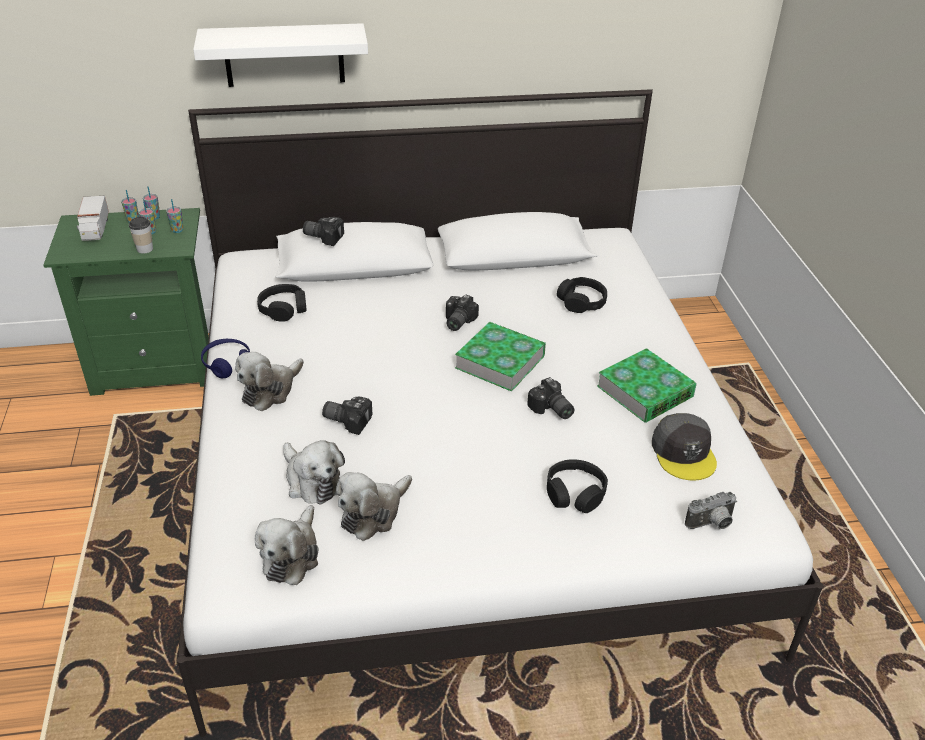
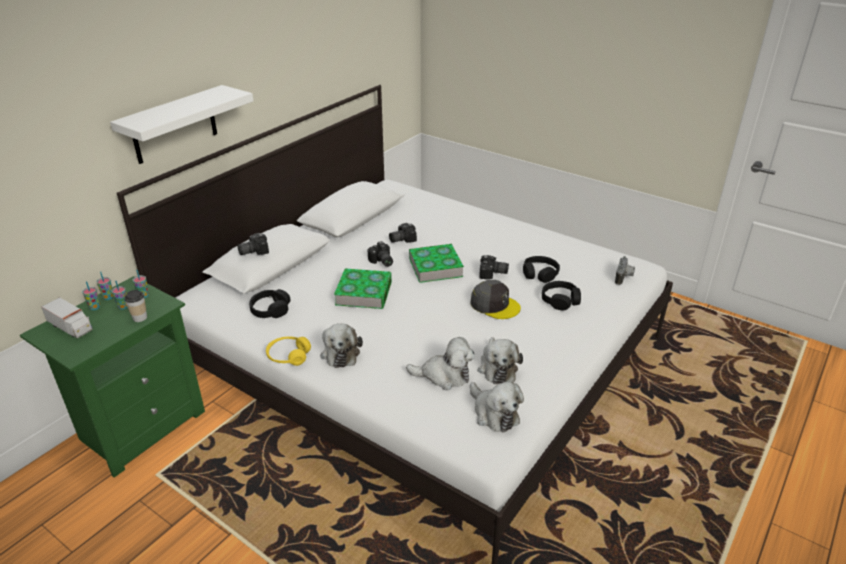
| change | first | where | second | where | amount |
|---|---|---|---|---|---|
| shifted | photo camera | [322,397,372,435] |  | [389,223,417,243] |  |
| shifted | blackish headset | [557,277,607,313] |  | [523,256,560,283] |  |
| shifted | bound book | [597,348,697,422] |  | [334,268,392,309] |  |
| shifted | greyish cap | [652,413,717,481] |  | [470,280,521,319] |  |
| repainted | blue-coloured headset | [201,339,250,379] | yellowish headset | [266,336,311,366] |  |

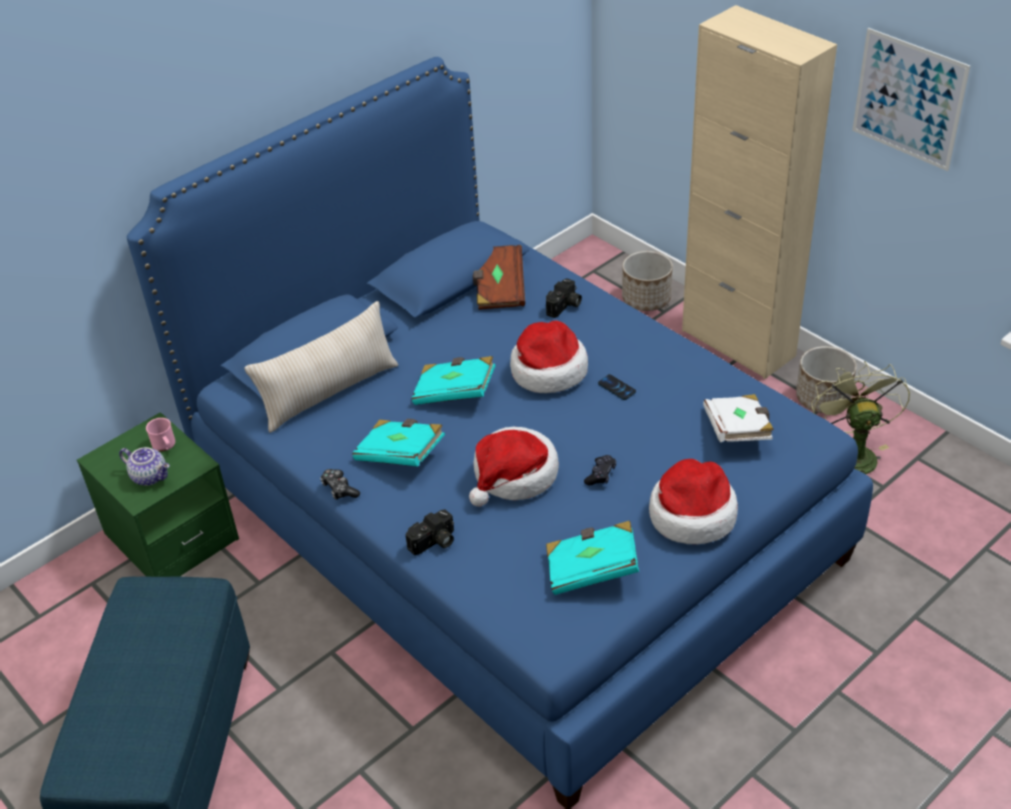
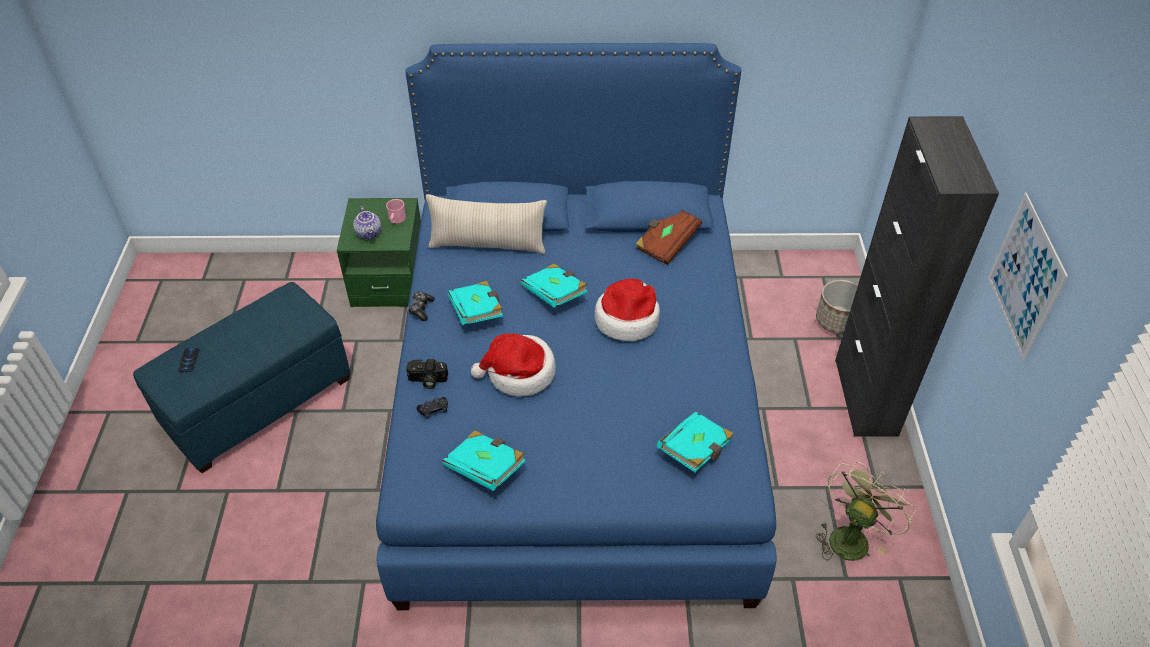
| change | first | where | second | where | amount |
|---|---|---|---|---|---|
| gone | photo camera | [546,278,582,318] |  |  |  |
| gone | wearable hat | [649,459,738,544] |  |  |  |
| gone | flower pot | [796,346,857,413] |  |  |  |
| shifted | blackish gamepad | [584,455,616,485] |  | [417,397,448,418] |  |
| shifted | phone | [598,374,636,400] |  | [178,348,200,372] |  |
| repainted | sand-coloured storage cabinet | [682,5,837,379] | blackish storage cabinet | [835,116,999,437] |  |
| repainted | whitish bound book | [703,394,774,442] | turquoise-coloured bound book | [657,411,734,473] |  |

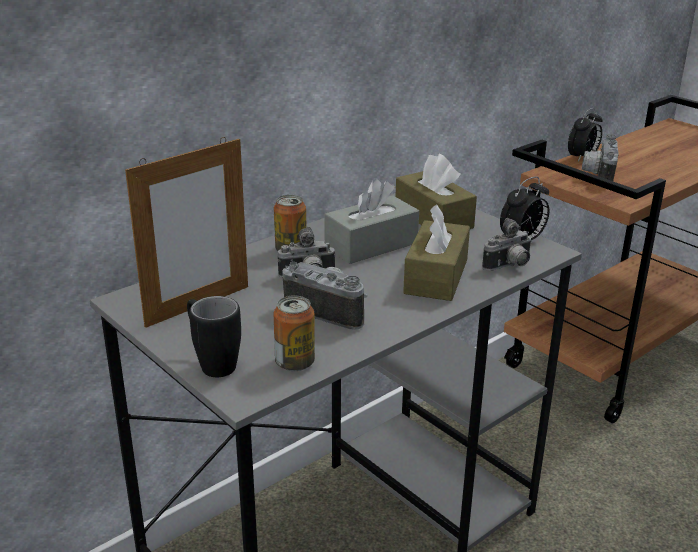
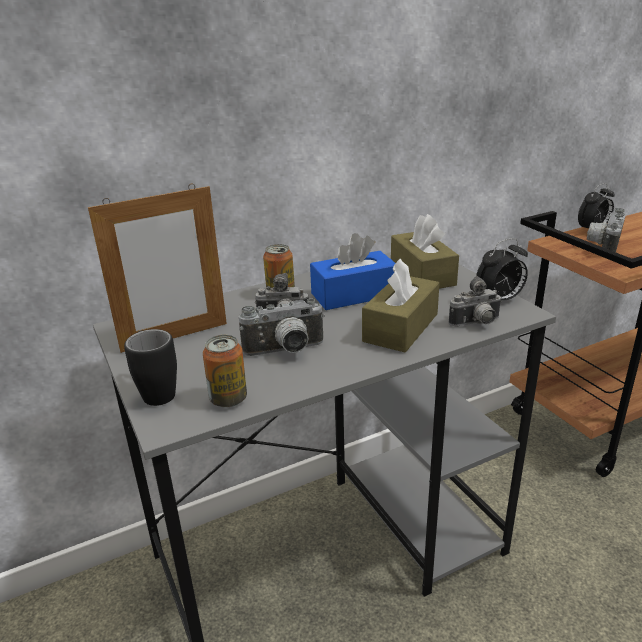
| change | first | where | second | where | amount |
|---|---|---|---|---|---|
| repainted | greyish tissue holder | [324,179,419,264] | blue-coloured tissue holder | [310,233,396,310] |  |
| rotated | photo camera | [282,262,367,330] |  | [239,299,325,356] | 120 degrees clockwise |

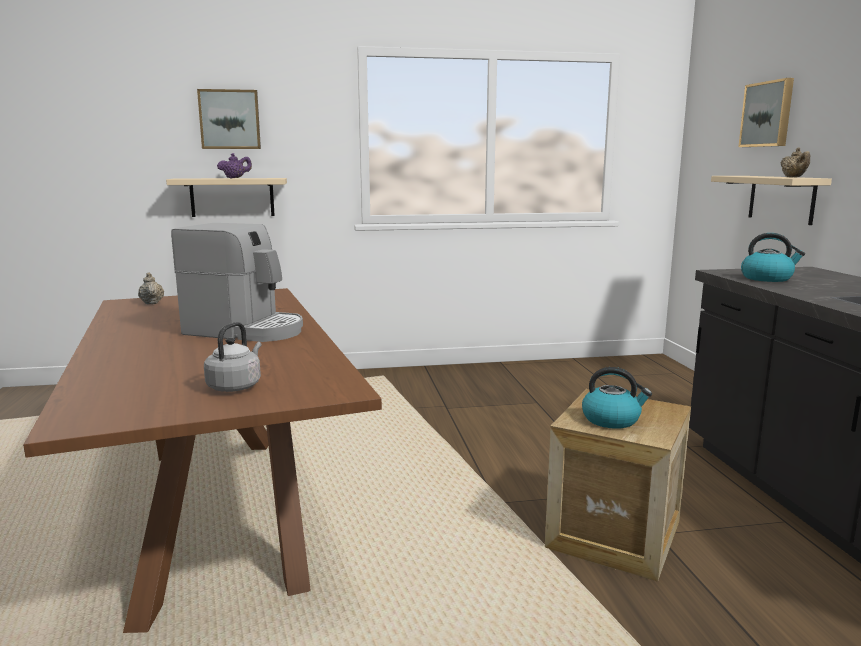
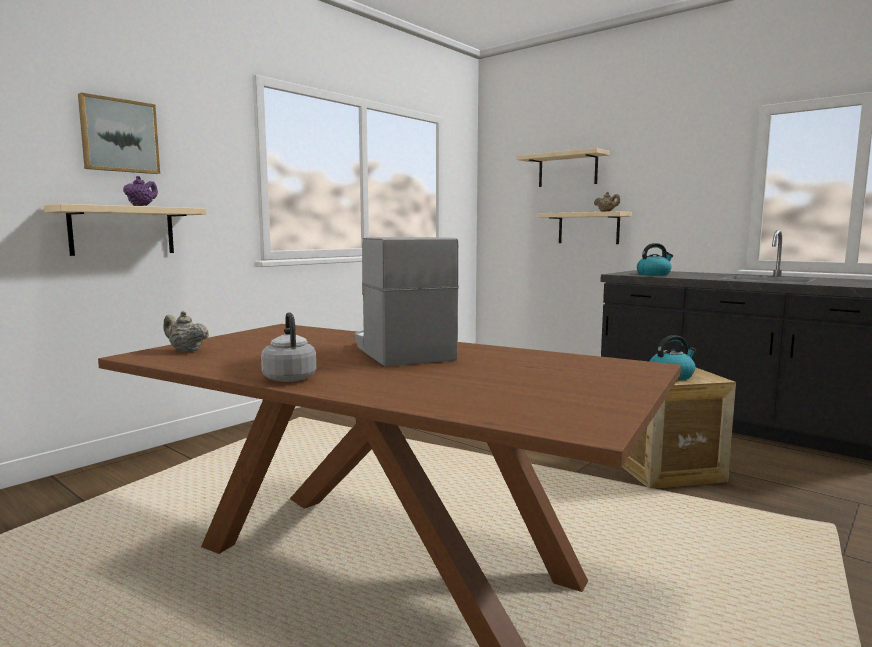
| change | first | where | second | where | amount |
|---|---|---|---|---|---|
| shifted | greyish tea kettle | [204,322,262,392] |  | [261,312,316,382] |  |
| swapped | wall picture | [738,78,794,147] | sand-coloured bracket shelf | [517,148,609,187] |  |
| rotated | coffee maker | [171,223,303,342] |  | [354,237,459,367] | 90 degrees counterclockwise |

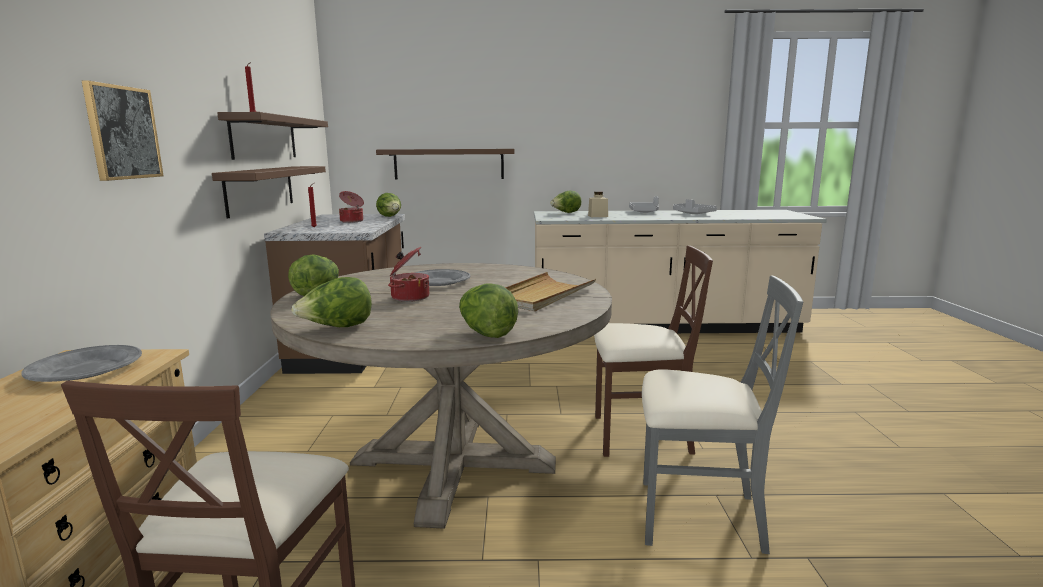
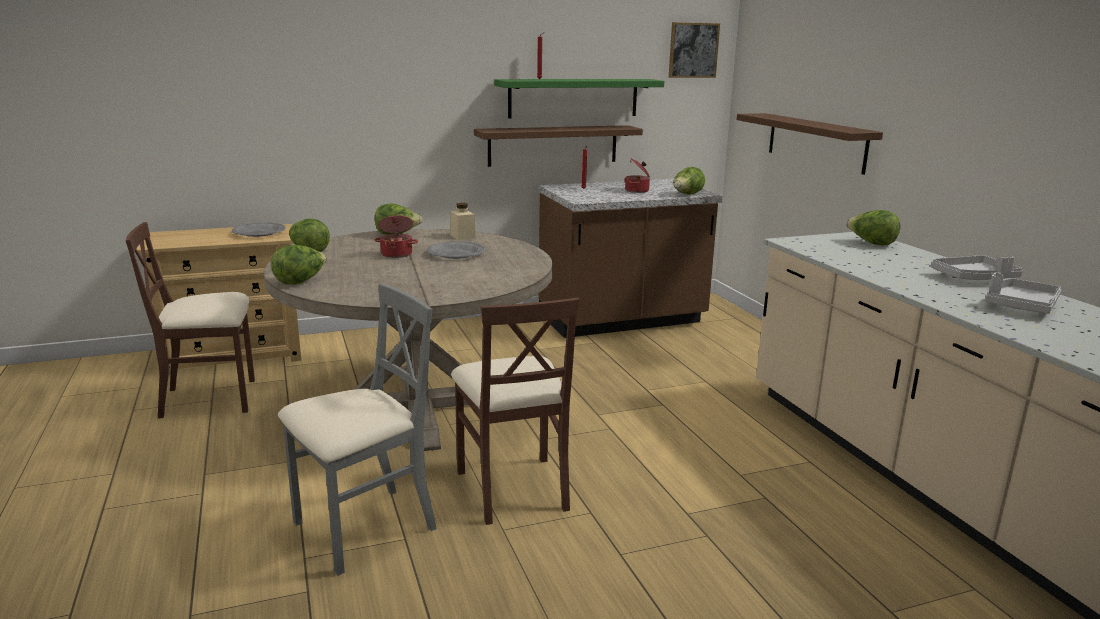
| change | first | where | second | where | amount |
|---|---|---|---|---|---|
| gone | sand-coloured serving tray | [505,272,596,311] |  |  |  |
| shifted | wall picture | [82,81,164,181] |  | [669,22,720,78] |  |
| shifted | sand-coloured preserve jar | [588,191,608,217] |  | [450,203,476,240] |  |
| repainted | brown bracket shelf | [217,112,328,160] | greenish bracket shelf | [494,79,664,118] |  |
| rotated | greyish upright chair | [642,275,803,554] |  | [278,283,437,576] | 120 degrees counterclockwise |

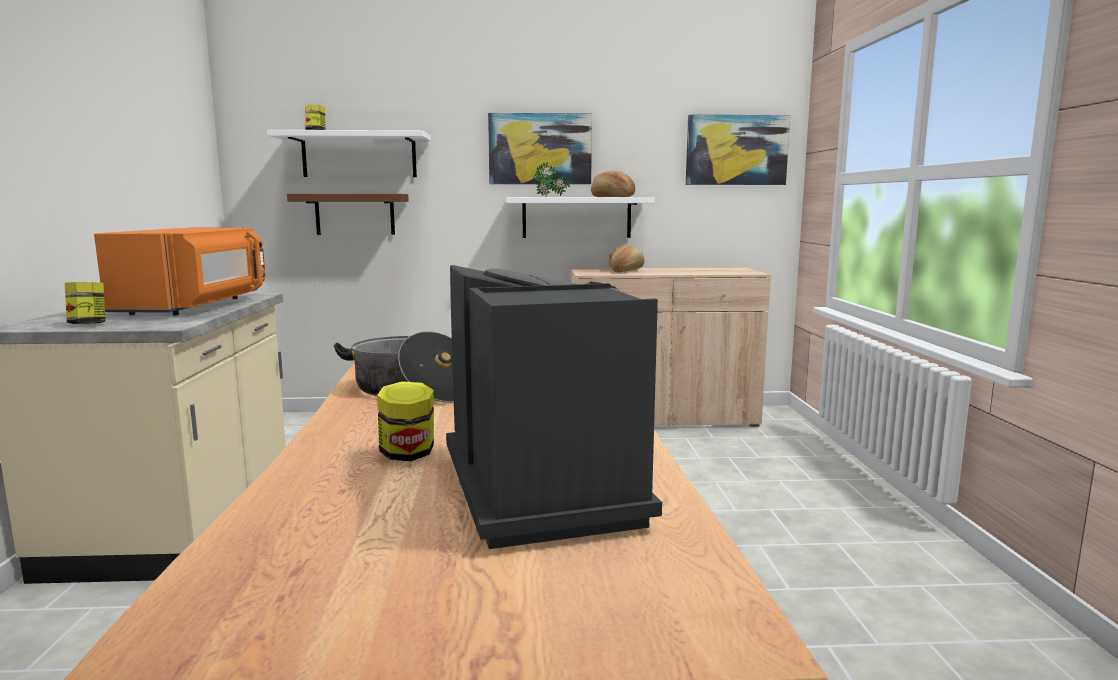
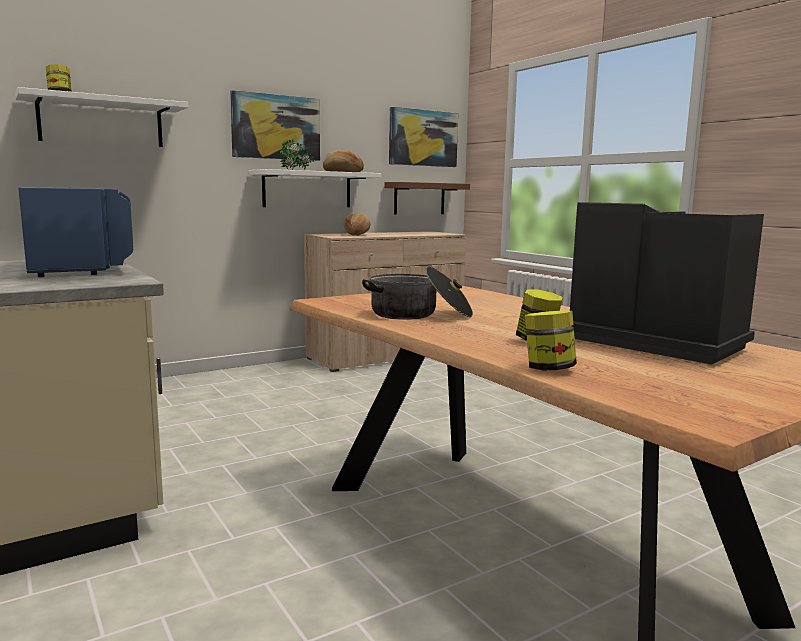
| change | first | where | second | where | amount |
|---|---|---|---|---|---|
| shifted | preserve jar | [65,282,105,324] |  | [525,311,577,370] |  |
| shifted | brown bracket shelf | [287,194,409,235] |  | [384,182,470,215] |  |
| repainted | orange-coloured microwave | [94,227,265,315] | blue-coloured microwave | [18,187,133,277] |  |

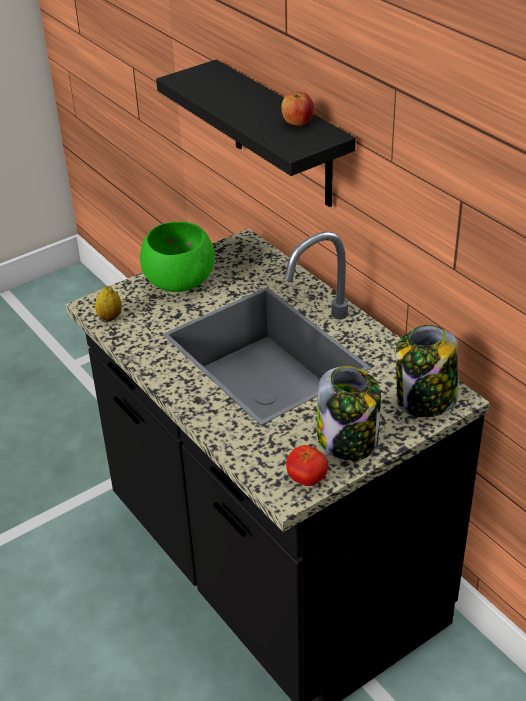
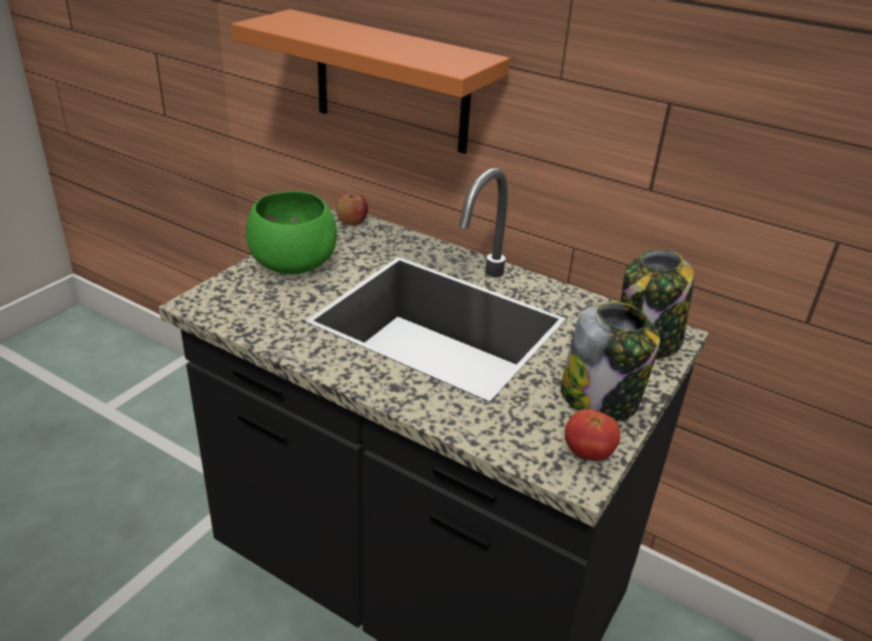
| change | first | where | second | where | amount |
|---|---|---|---|---|---|
| gone | lemon | [95,286,122,322] |  |  |  |
| shifted | apple fruit | [281,92,314,126] |  | [336,193,368,225] |  |
| repainted | blackish bracket shelf | [156,60,356,207] | orange-coloured bracket shelf | [231,9,510,154] |  |

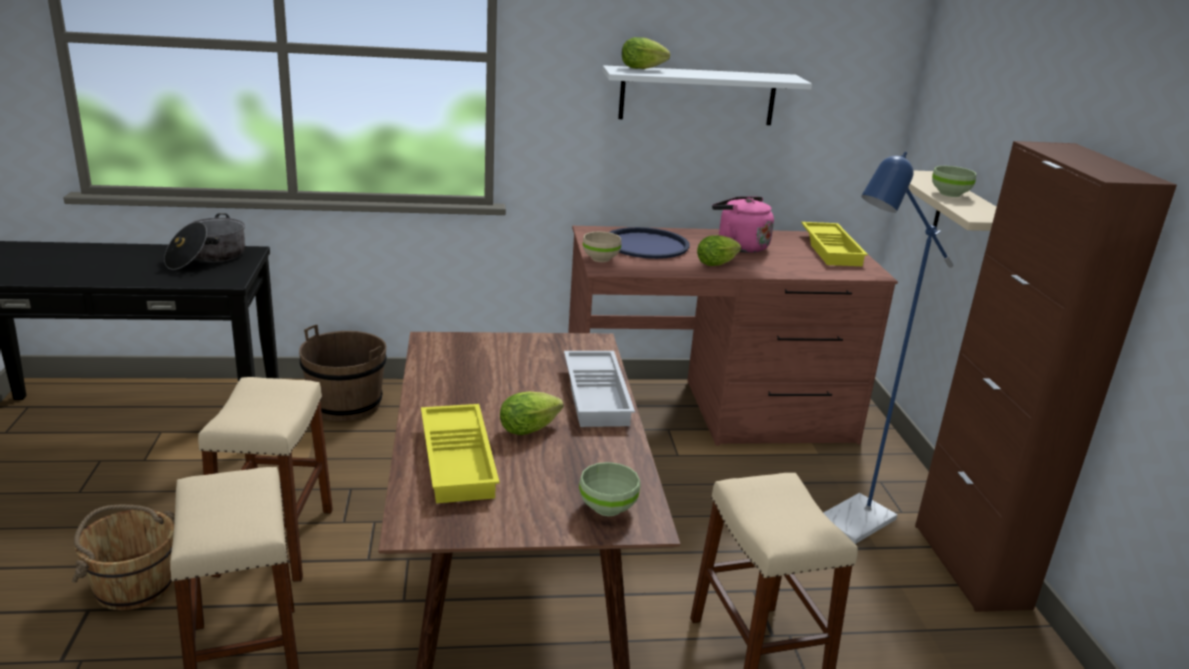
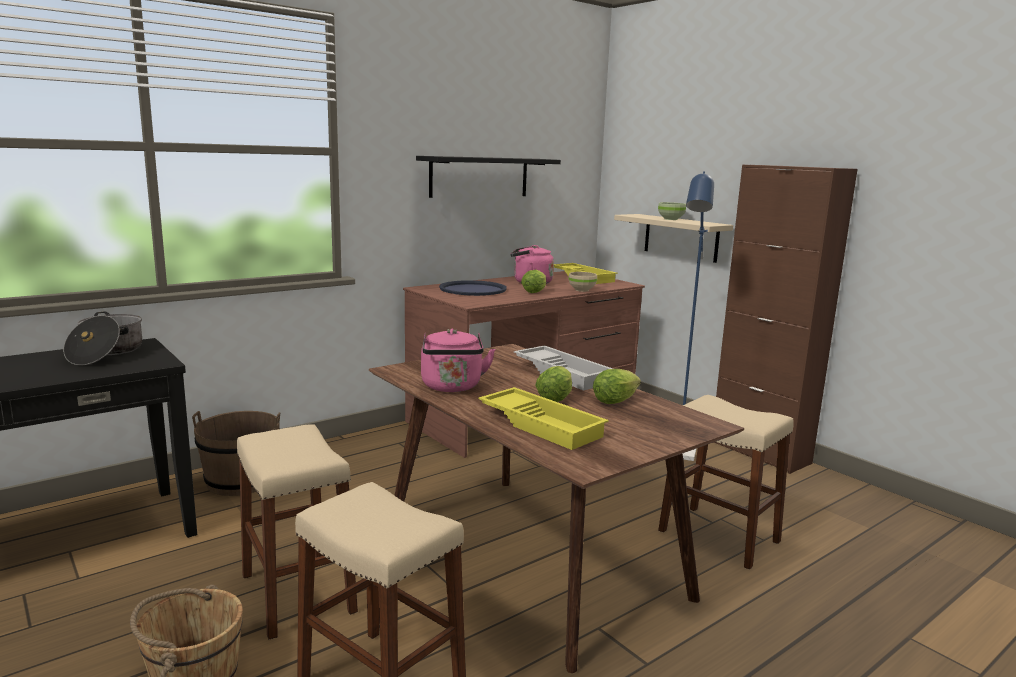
| change | first | where | second | where | amount |
|---|---|---|---|---|---|
| gone | greenish serving bowl | [579,462,641,516] |  |  |  |
| new |  |  | pink-coloured tea kettle | [421,329,495,392] |  |
| shifted | sand-coloured serving bowl | [583,231,621,262] |  | [569,272,597,292] |  |
| shifted | lettuce head | [622,37,670,69] |  | [593,369,641,404] |  |
| repainted | whitish bracket shelf | [602,65,812,125] | blackish bracket shelf | [416,156,561,198] |  |

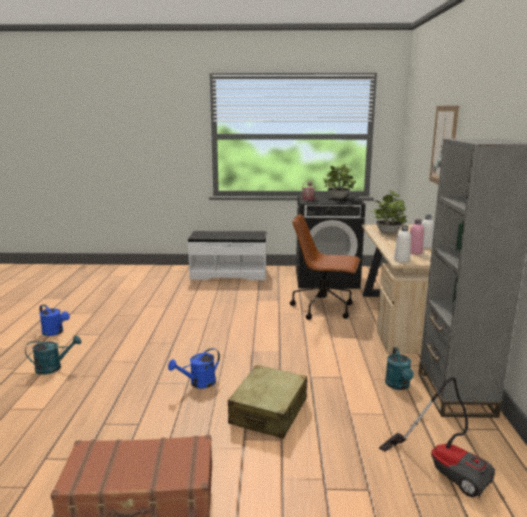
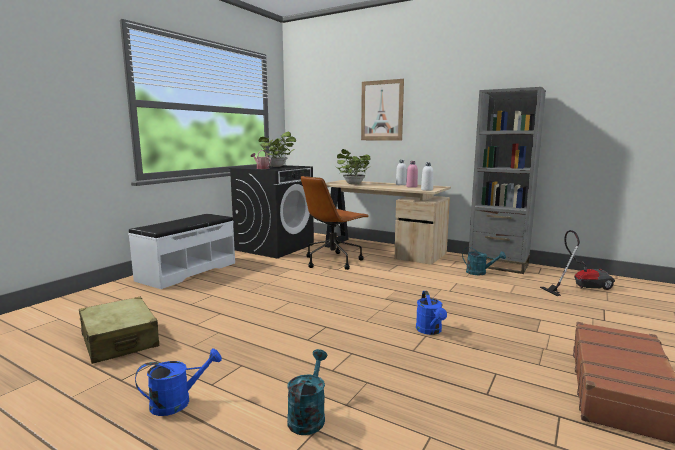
| change | first | where | second | where | amount |
|---|---|---|---|---|---|
| shifted | sand-coloured piece of luggage | [228,365,307,439] |  | [79,297,159,364] |  |

